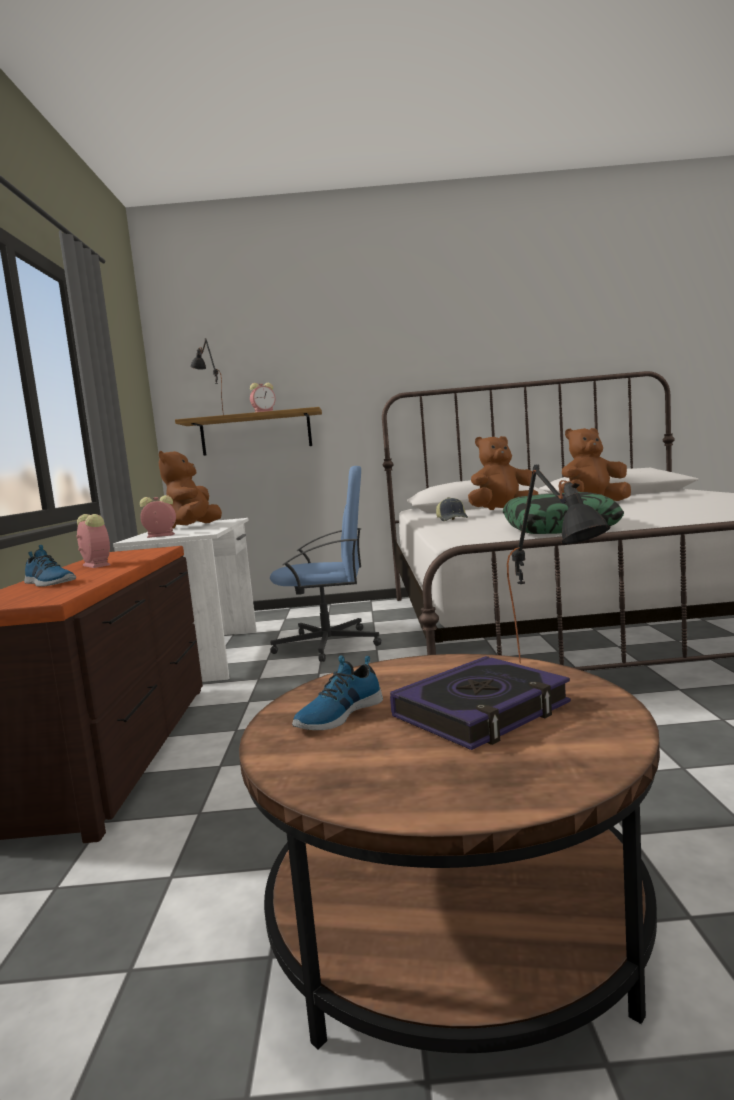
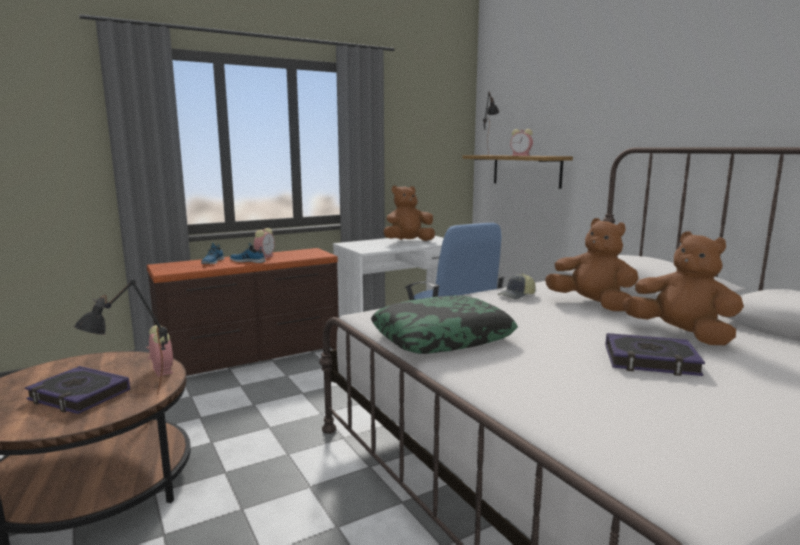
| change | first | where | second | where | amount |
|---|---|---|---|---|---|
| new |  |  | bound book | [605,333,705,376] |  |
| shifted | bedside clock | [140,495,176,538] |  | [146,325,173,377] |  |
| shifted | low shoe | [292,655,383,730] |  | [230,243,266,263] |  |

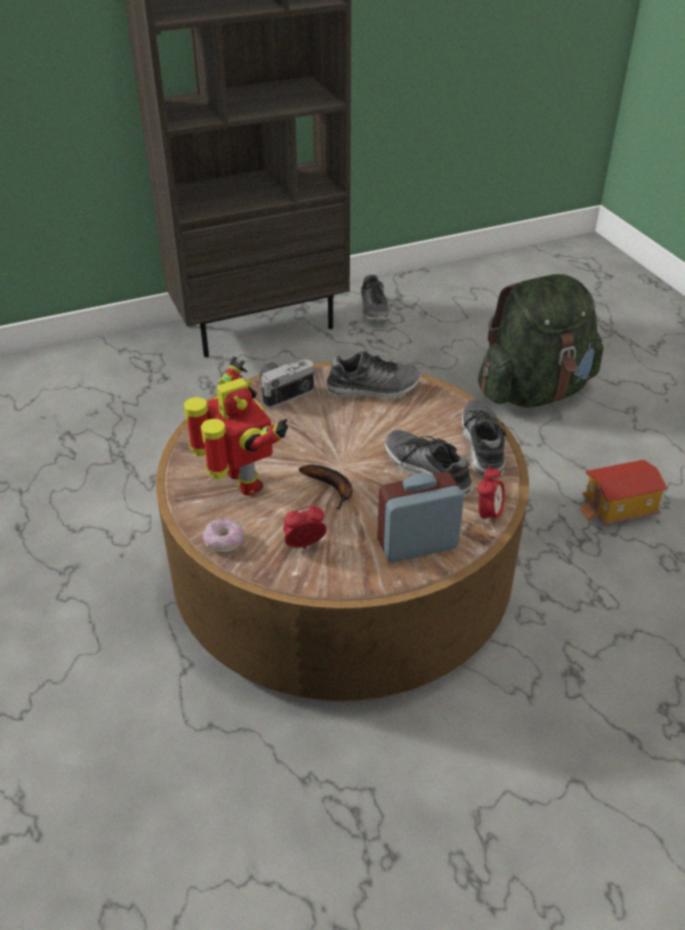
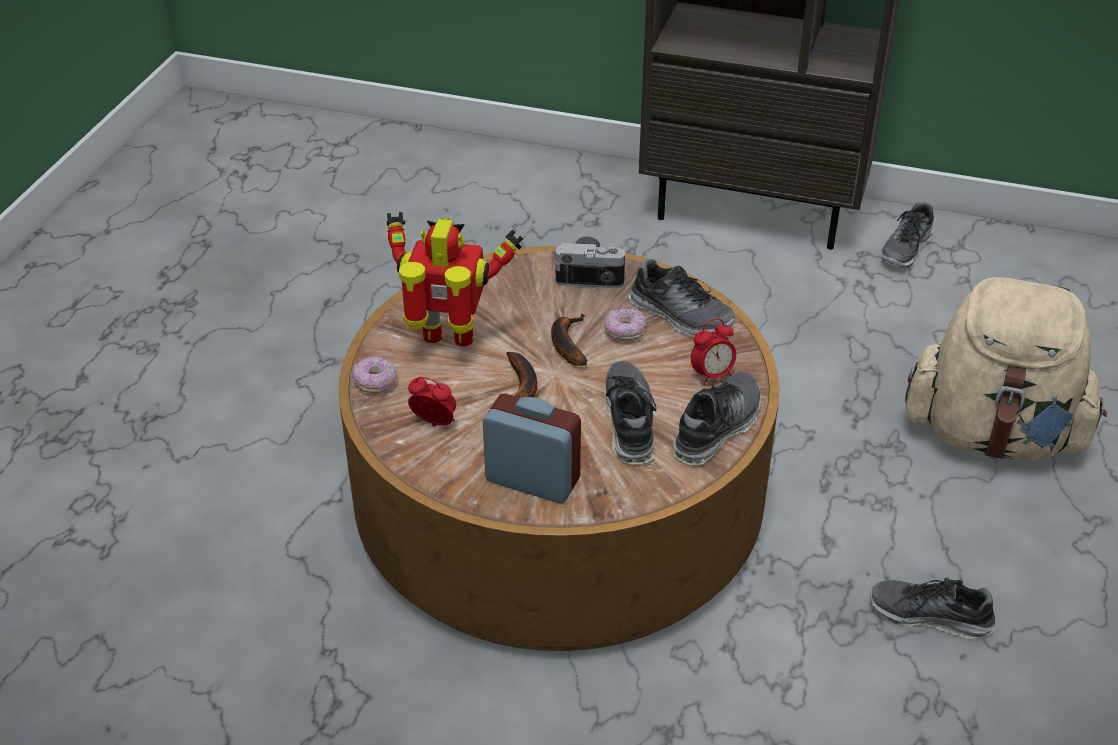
| change | first | where | second | where | amount |
|---|---|---|---|---|---|
| new |  |  | banana | [551,314,587,366] |  |
| new |  |  | donut | [604,308,646,341] |  |
| shifted | bedside clock | [477,466,505,526] |  | [691,318,736,386] |  |
| swapped | model house | [580,459,668,525] | low shoe | [870,577,995,639] |  |
| repainted | greenish rucksack | [478,274,603,407] | sand-coloured rucksack | [905,277,1107,461] |  |
| rotated | robot figure | [184,356,289,496] |  | [387,212,523,346] | 90 degrees counterclockwise |

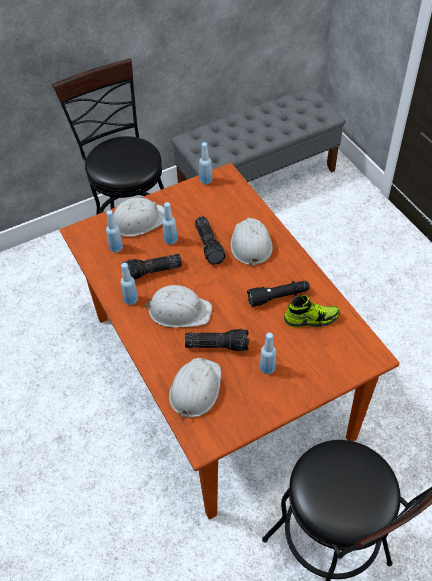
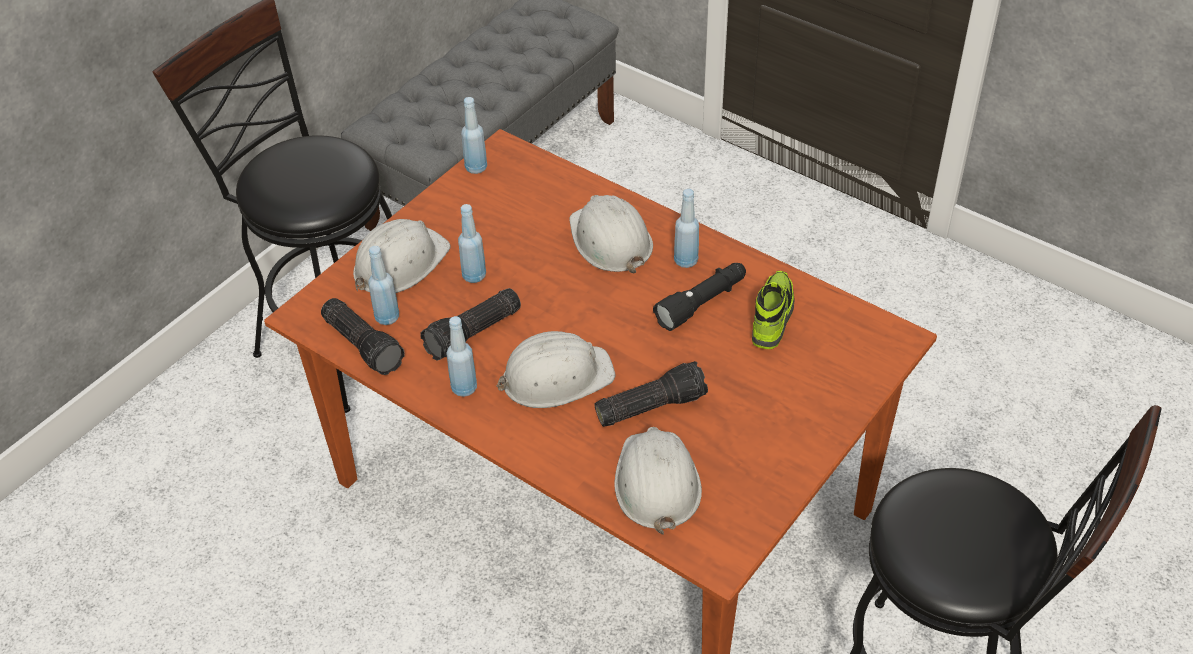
| change | first | where | second | where | amount |
|---|---|---|---|---|---|
| shifted | torch | [195,217,226,265] |  | [321,298,405,375] |  |
| shifted | blue-coloured beverage bottle | [260,333,276,374] |  | [674,189,699,268] |  |
| rotated | low shoe | [284,295,340,327] |  | [752,271,795,349] | 45 degrees counterclockwise |

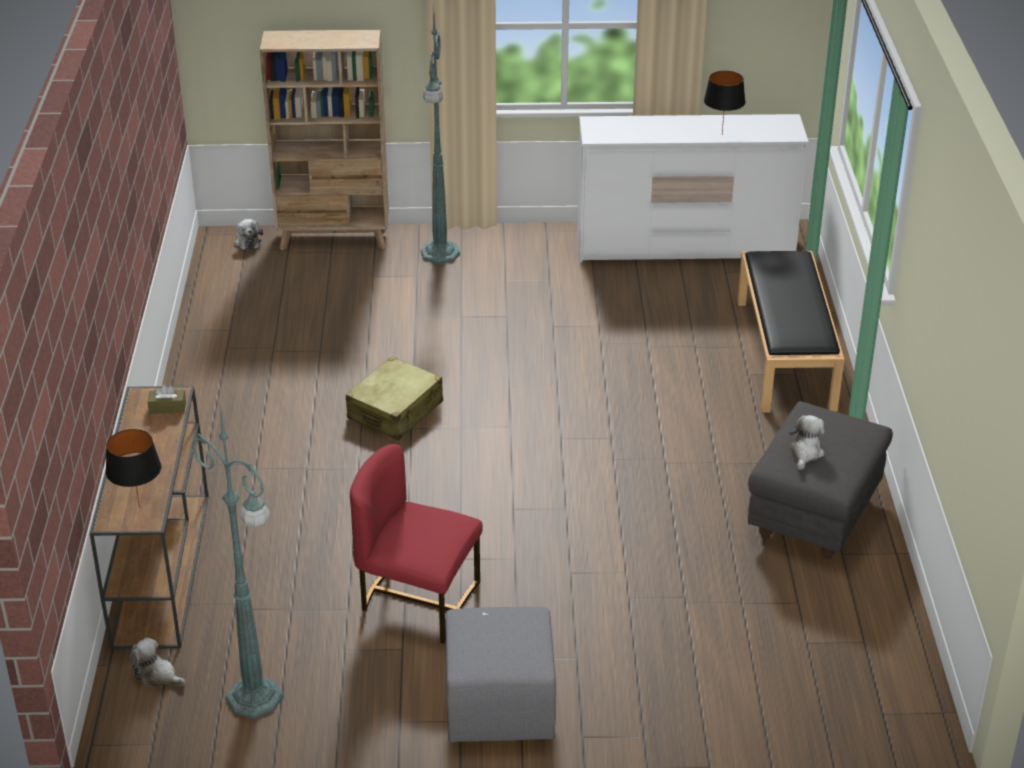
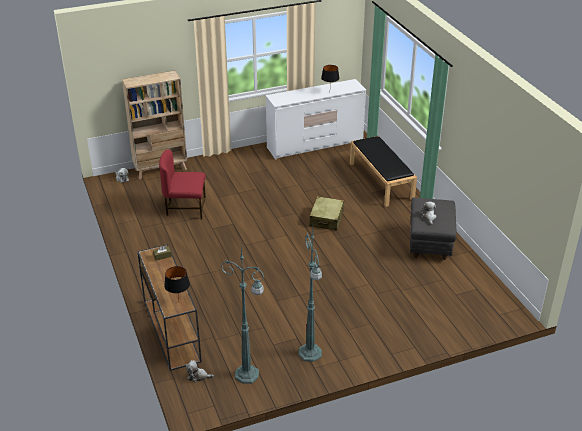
| change | first | where | second | where | amount |
|---|---|---|---|---|---|
| gone | greyish ottoman | [445,607,556,742] |  |  |  |
| shifted | sand-coloured piece of luggage | [346,356,443,440] |  | [309,196,344,231] |  |
| shifted | red upright chair | [350,444,483,644] |  | [159,149,206,219] |  |
| shifted | greenish floor lamp | [421,8,460,264] |  | [299,224,322,362] |  |

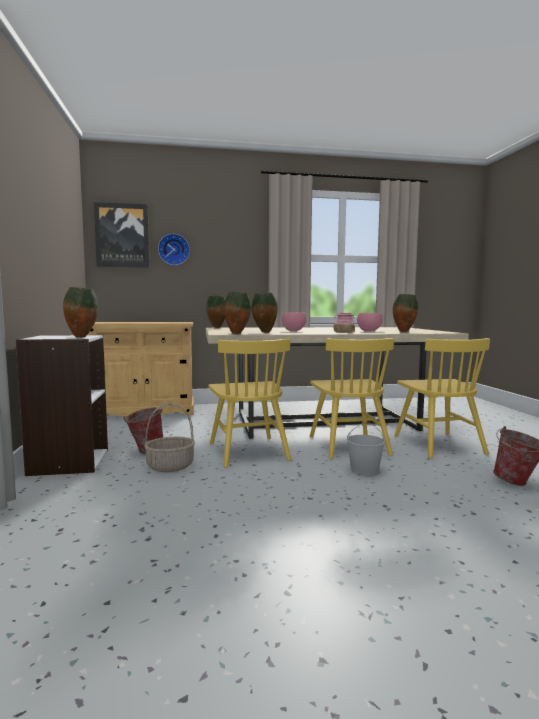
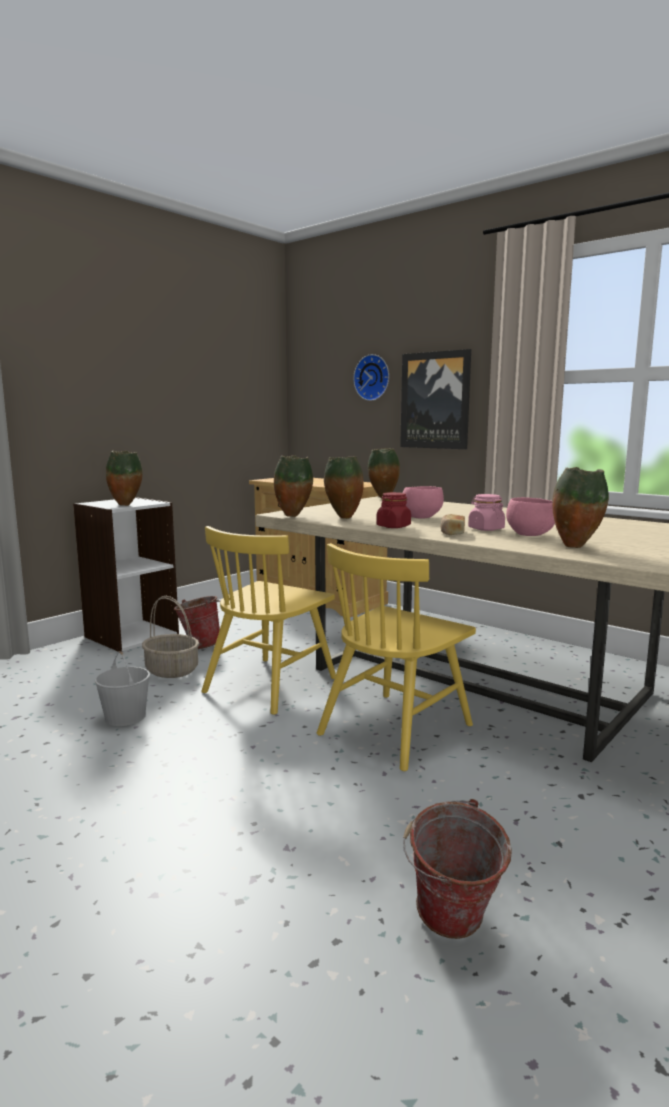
| change | first | where | second | where | amount |
|---|---|---|---|---|---|
| gone | yellowish upright chair | [394,338,490,458] |  |  |  |
| new |  |  | red preserve jar | [376,492,411,528] |  |
| shifted | wall picture | [94,202,150,268] |  | [400,349,471,449] |  |
| shifted | whitish water bucket | [347,422,385,475] |  | [95,651,150,726] |  |

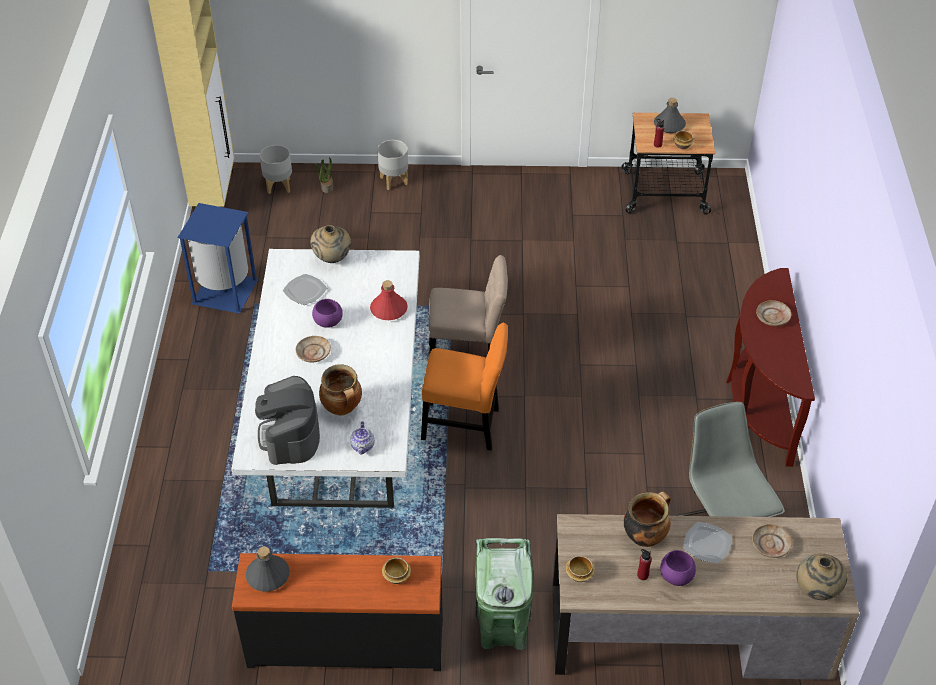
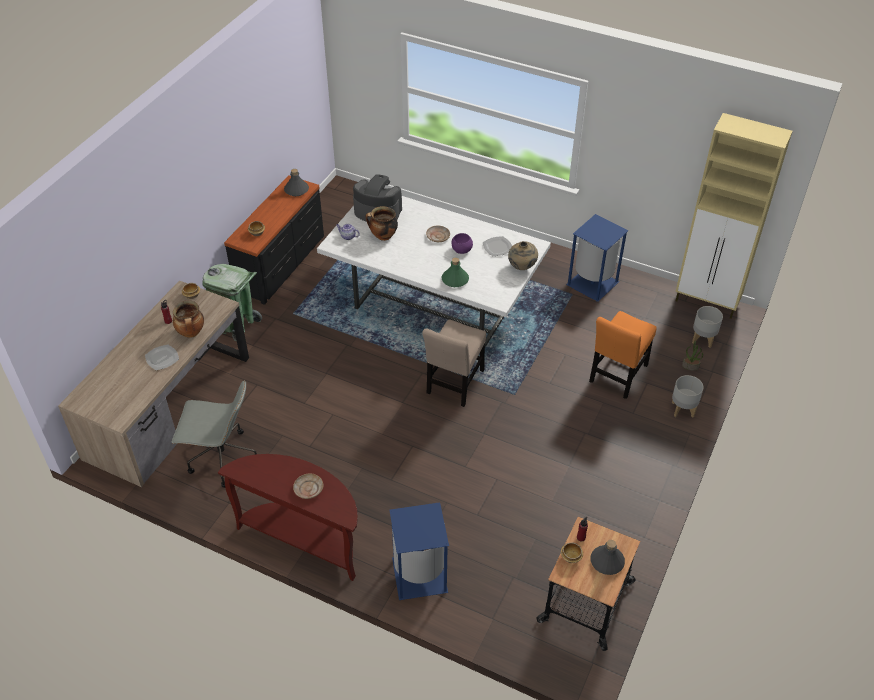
| change | first | where | second | where | amount |
|---|---|---|---|---|---|
| gone | purple-coloured serving bowl | [660,550,696,586] |  |  |  |
| gone | sand-coloured plate | [752,524,792,558] |  |  |  |
| gone | sand-coloured decorative vase | [796,553,848,600] |  |  |  |
| new |  |  | blue-coloured trash can | [389,502,449,600] |  |
| shifted | orange-coloured upright chair | [421,323,508,450] |  | [589,311,657,399] |  |
| repainted | red beverage bottle | [370,280,408,320] | greenish beverage bottle | [442,257,469,287] |  |

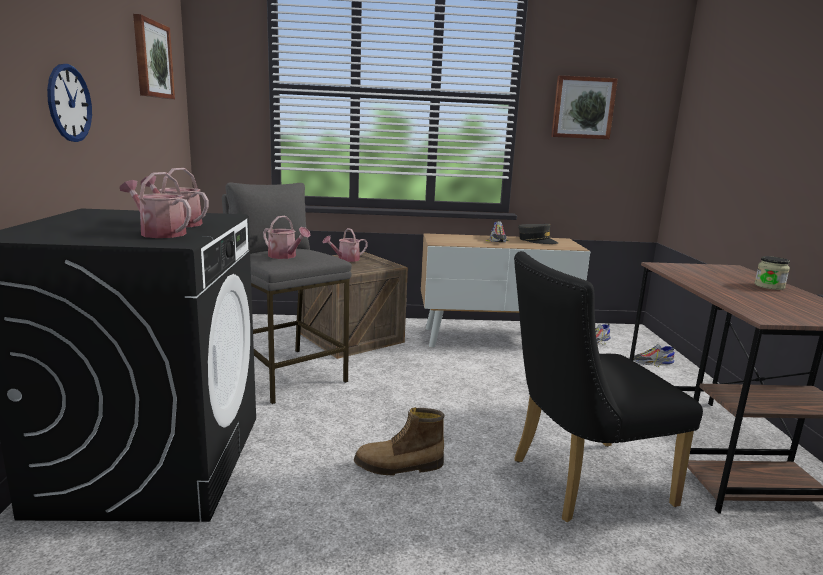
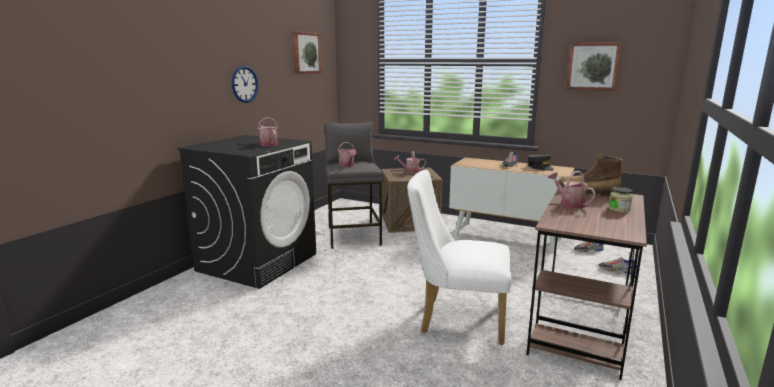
| change | first | where | second | where | amount |
|---|---|---|---|---|---|
| shifted | watering can | [120,172,191,238] |  | [548,171,596,208] |  |
| shifted | boot | [354,407,444,476] |  | [558,155,622,196] |  |
| repainted | blackish upright chair | [514,251,703,522] | whitish upright chair | [407,170,511,345] |  |

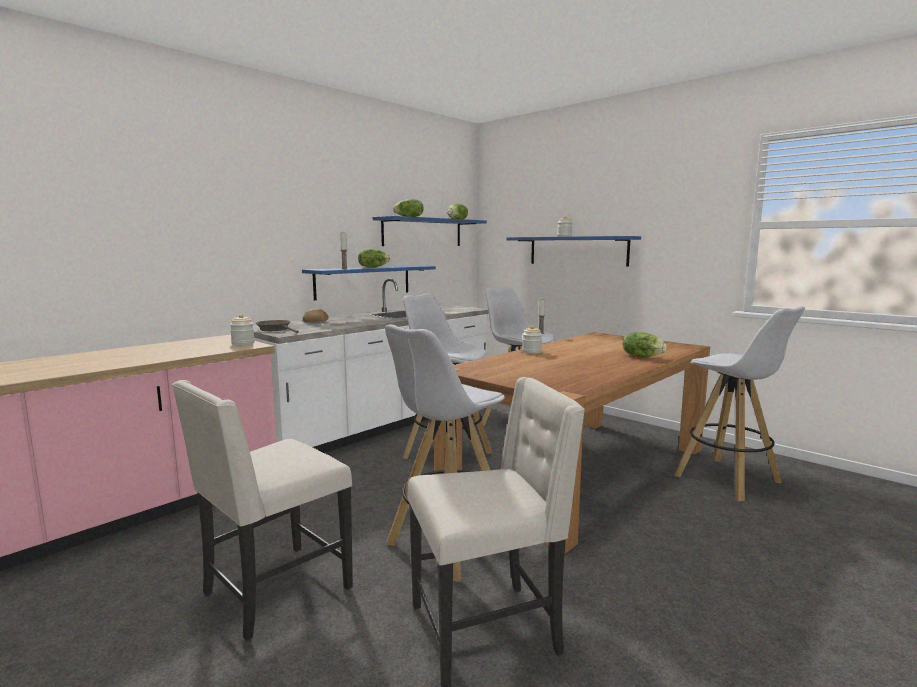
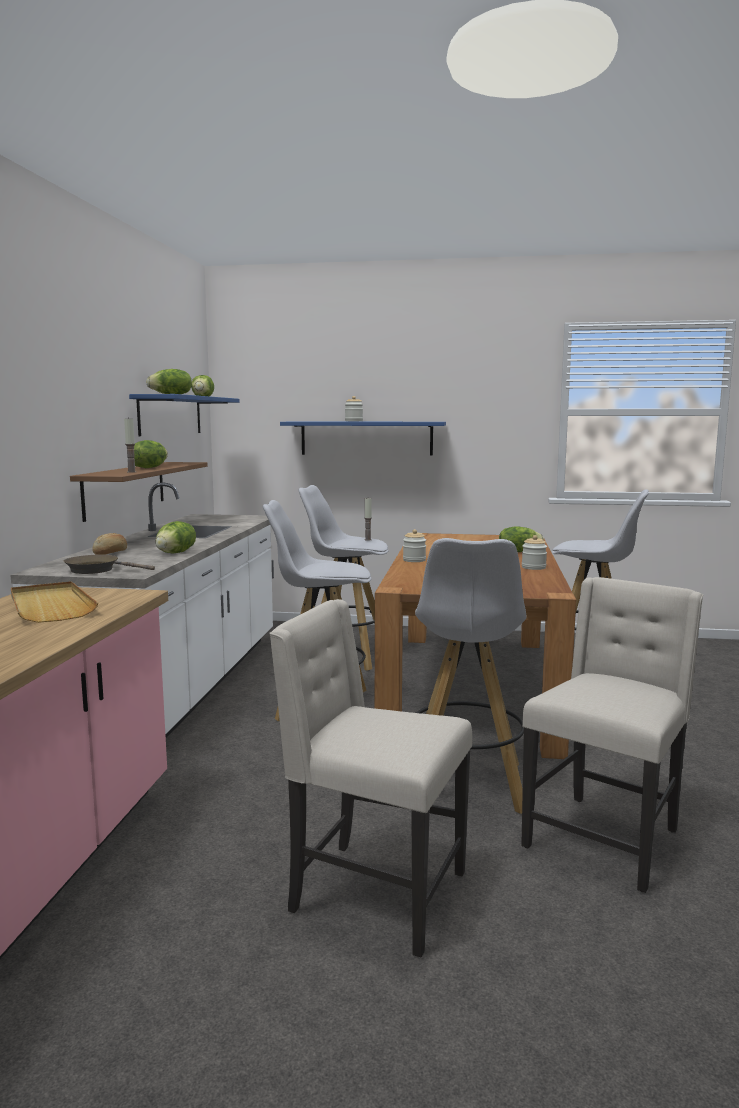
| change | first | where | second | where | amount |
|---|---|---|---|---|---|
| new |  |  | sand-coloured serving tray | [11,581,98,623] |  |
| new |  |  | lettuce head | [156,521,196,553] |  |
| shifted | preserve jar | [230,314,255,345] |  | [522,535,547,570] |  |
| repainted | blue-coloured bracket shelf | [302,265,436,300] | brown bracket shelf | [70,462,208,522] |  |
| rotated | sand-coloured upright chair | [172,380,353,641] |  | [269,599,472,958] | 105 degrees clockwise |

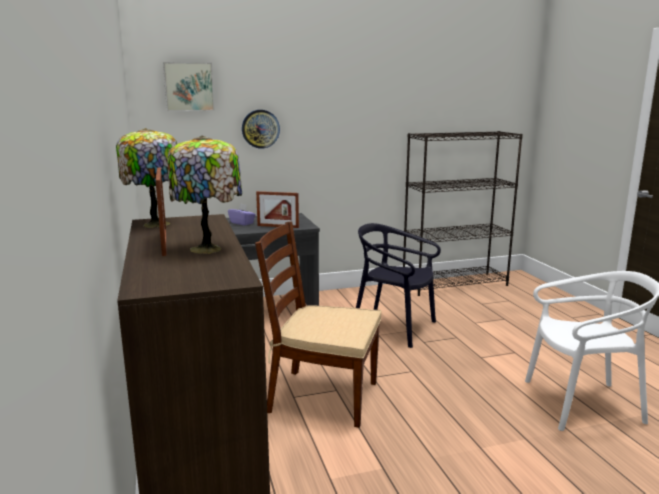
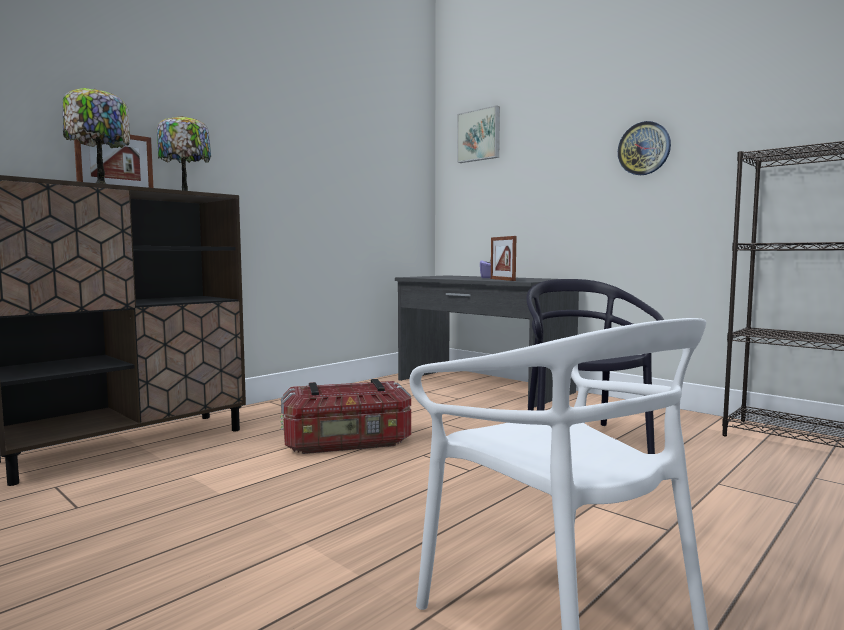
| change | first | where | second | where | amount |
|---|---|---|---|---|---|
| shifted | hanging clock | [242,110,280,149] |  | [618,121,671,175] |  |
| swapped | brown upright chair | [255,221,381,428] | storage box | [280,379,411,454] |  |

